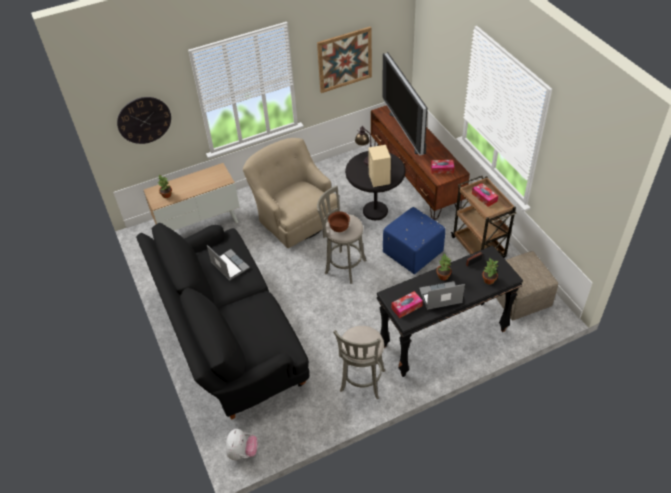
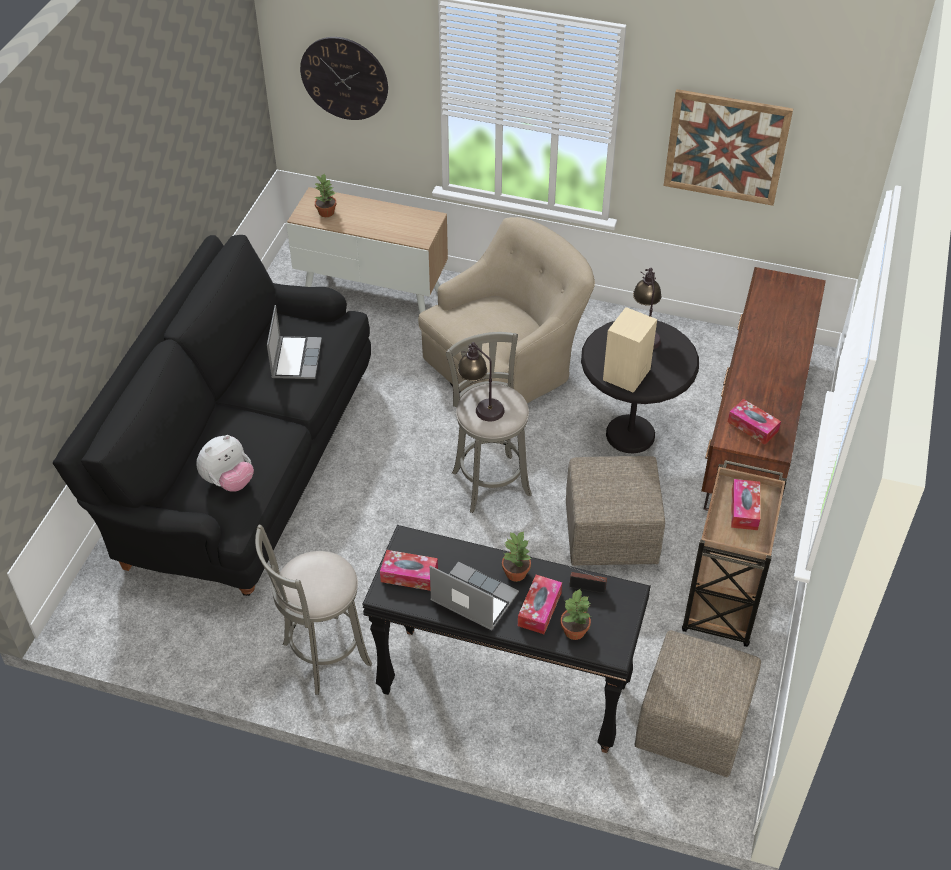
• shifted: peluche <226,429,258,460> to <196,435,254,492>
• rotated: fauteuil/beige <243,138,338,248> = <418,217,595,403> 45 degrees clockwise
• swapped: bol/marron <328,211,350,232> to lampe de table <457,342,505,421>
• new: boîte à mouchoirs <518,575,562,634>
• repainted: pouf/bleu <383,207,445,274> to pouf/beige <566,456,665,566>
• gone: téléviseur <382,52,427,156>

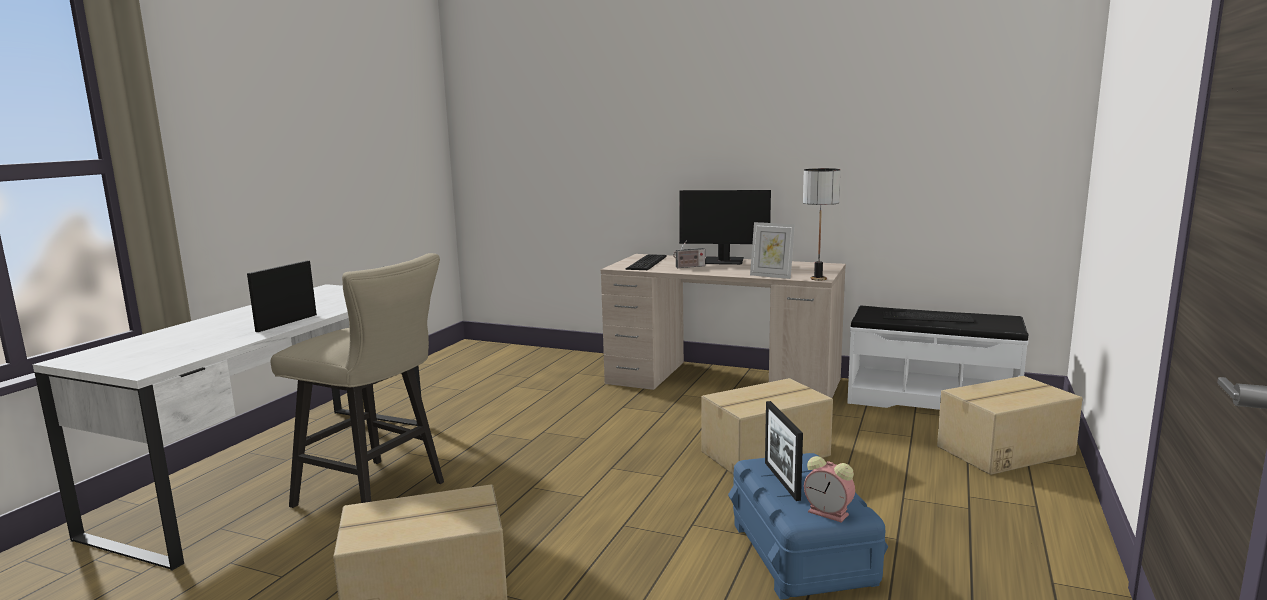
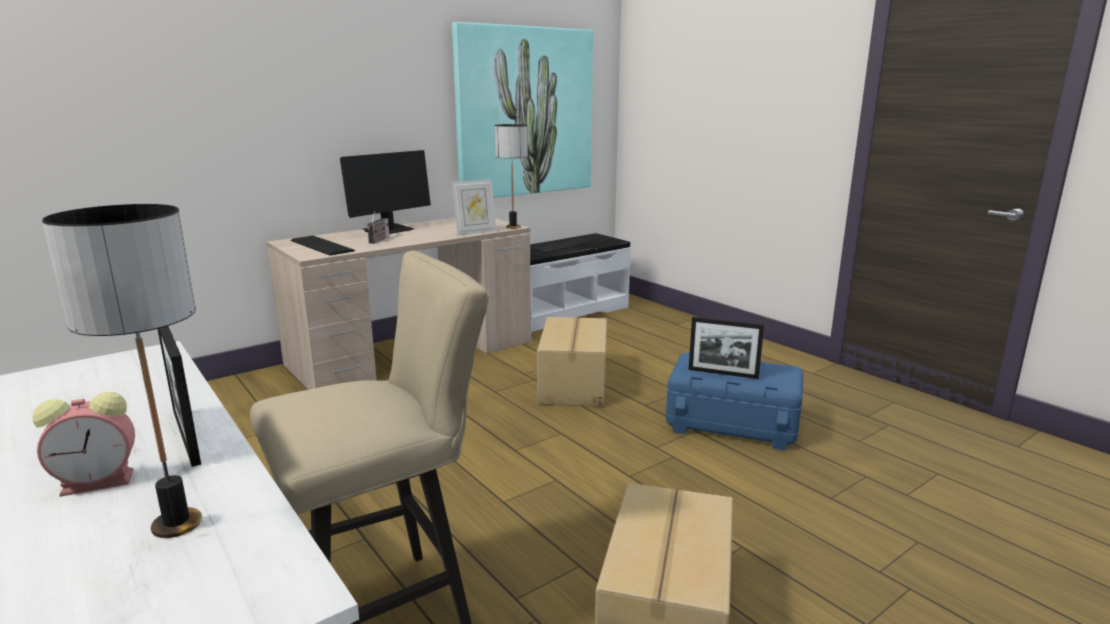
• shifted: réveil <804,456,855,523> to <33,392,135,497>
• new: lampe de table <42,204,202,538>
• new: tableau <452,22,593,198>
• gone: carton <937,376,1083,475>

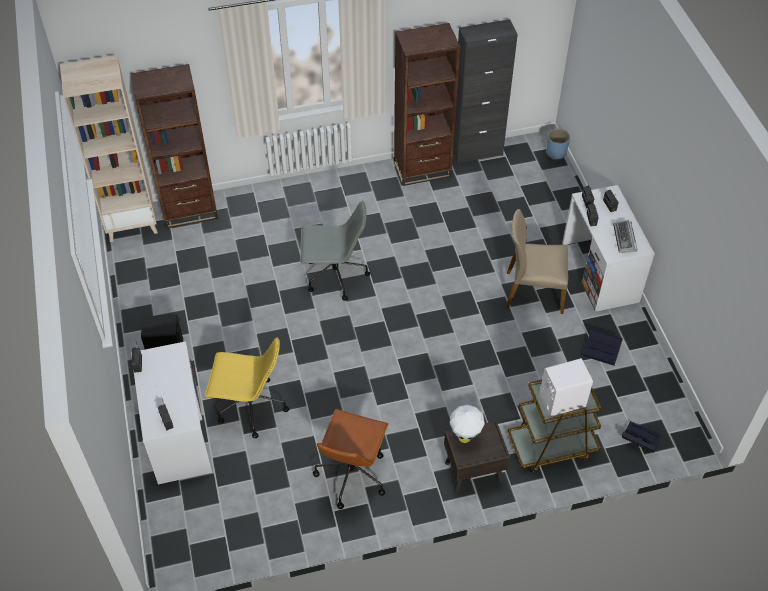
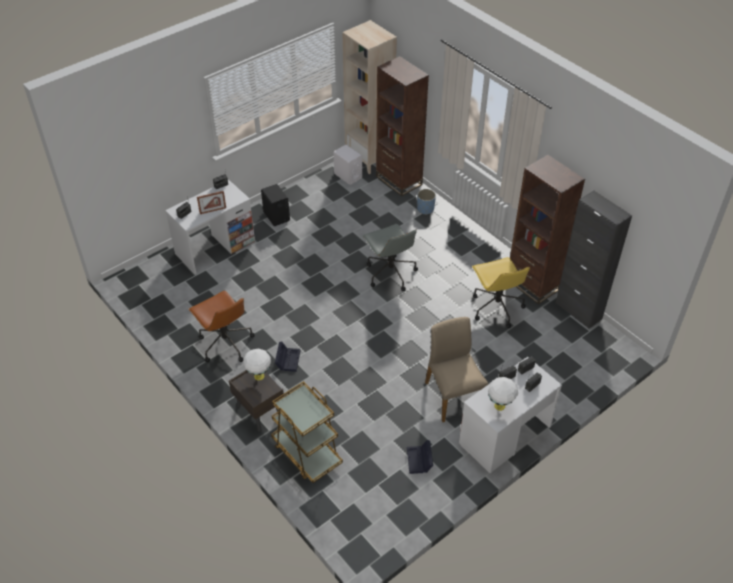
• rotated: chaise de bureau/marron <313,409,388,509> = <188,290,255,362> 120 degrees counterclockwise
• new: cadre photo <197,191,226,214>
• shifted: boîte de rangement/noir <622,421,662,453> to <275,341,300,372>
• shifted: enceinte/blanc <539,358,593,417> to <334,145,362,185>
• shifted: cache-pot/bleu <546,129,570,160> to <417,189,436,215>
• shifted: chaise de bureau/jaune <205,337,289,438> to <472,257,530,328>
• swapped: clavier <613,220,637,253> to lampe de table/blanc <488,377,518,411>

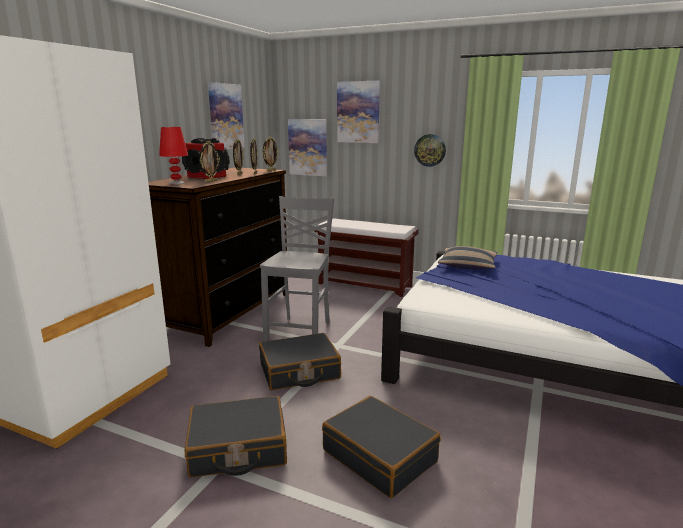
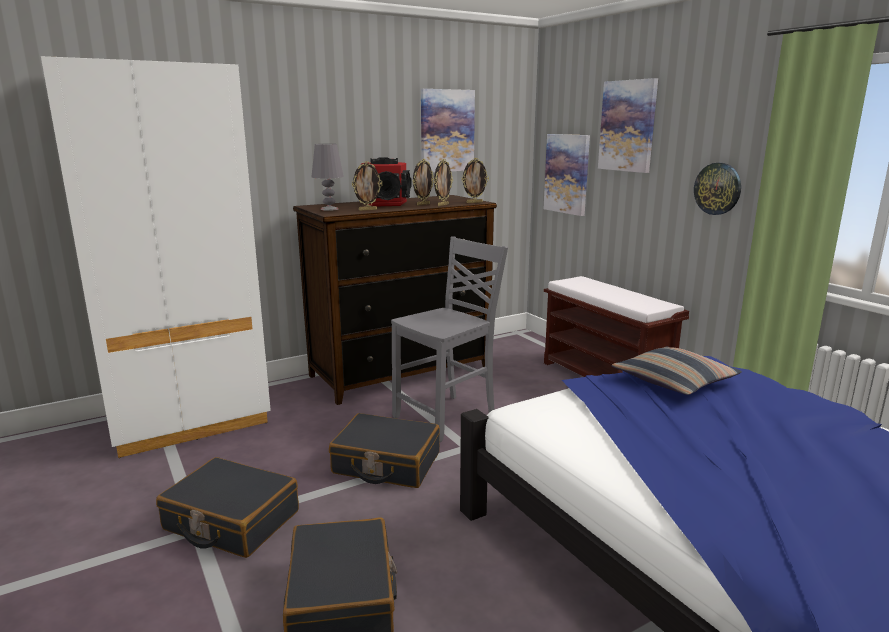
• repainted: lampe de table/rouge <159,127,188,185> to lampe de table/gris <312,144,344,211>

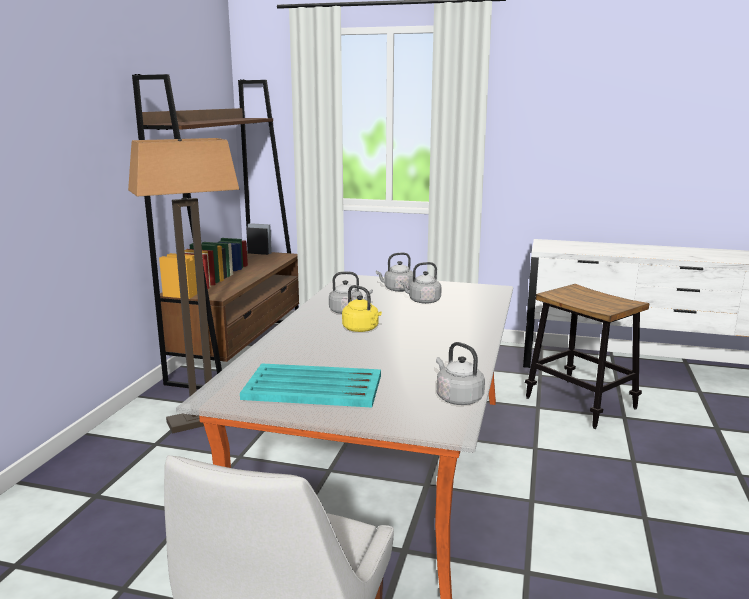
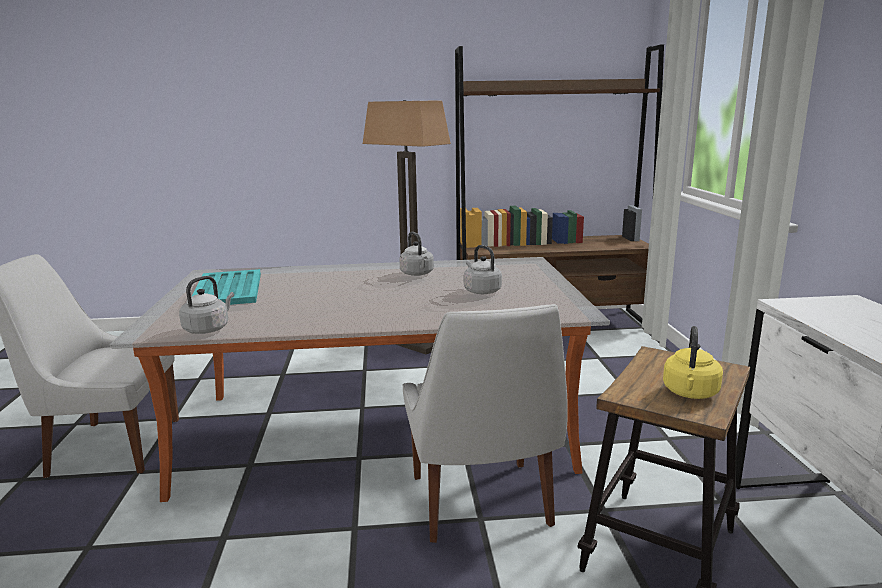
• new: chaise/blanc <402,304,568,543>
• shifted: bouilloire/jaune <342,285,382,332> to <663,326,723,399>
• gone: bouilloire/gris <376,252,413,292>

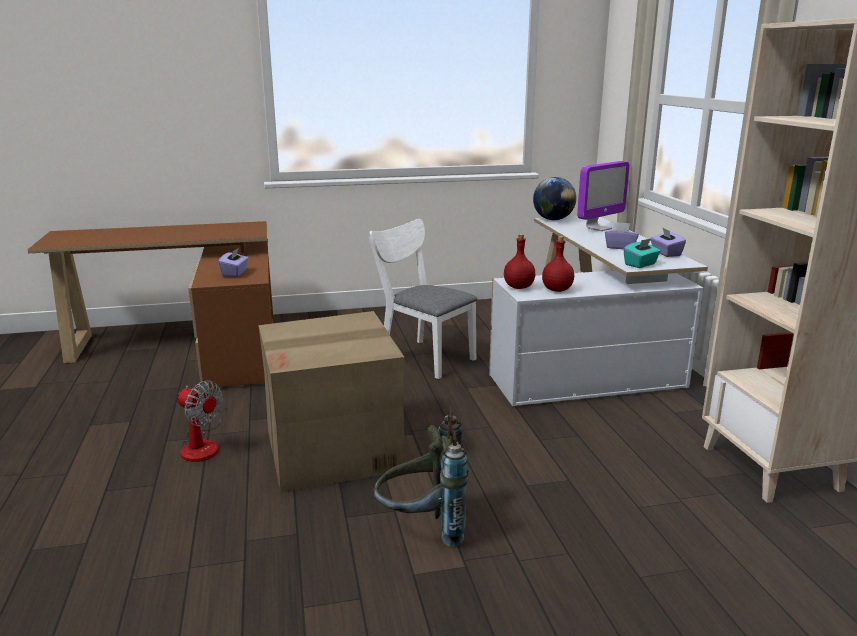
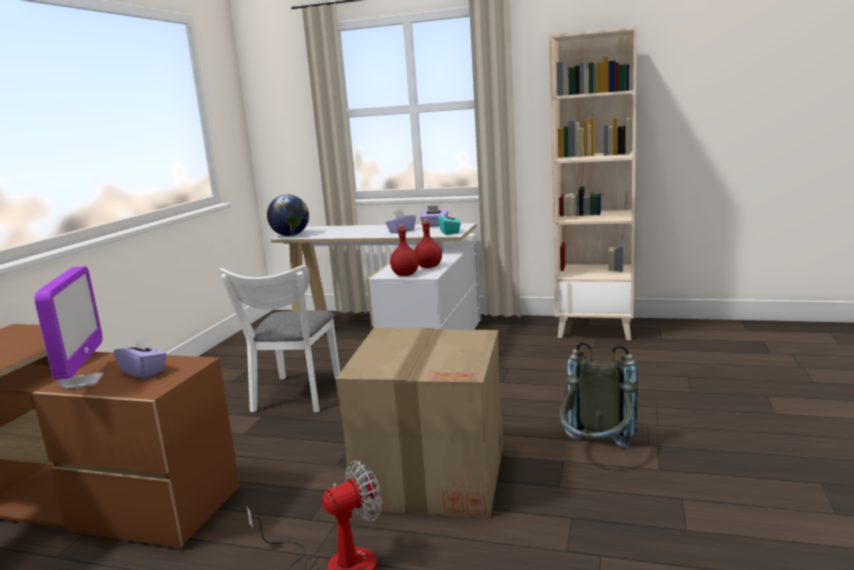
• shifted: écran d'ordinateur <577,161,629,231> to <34,266,103,389>
• rotated: chaise/blanc <369,219,477,379> = <219,265,340,412> 60 degrees counterclockwise

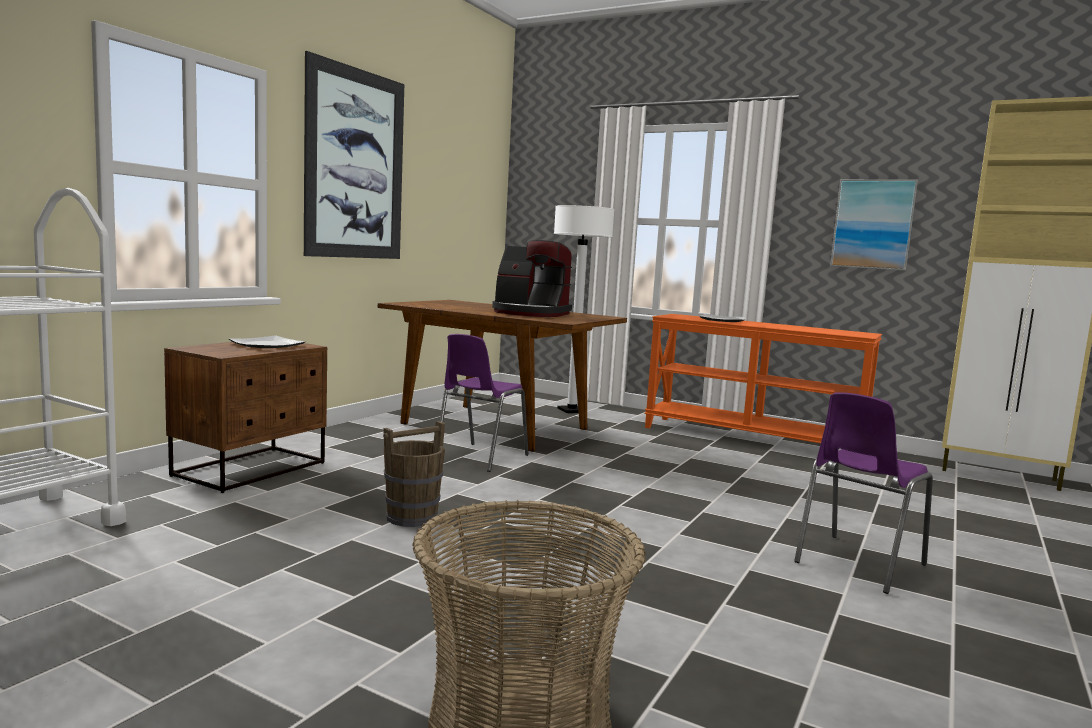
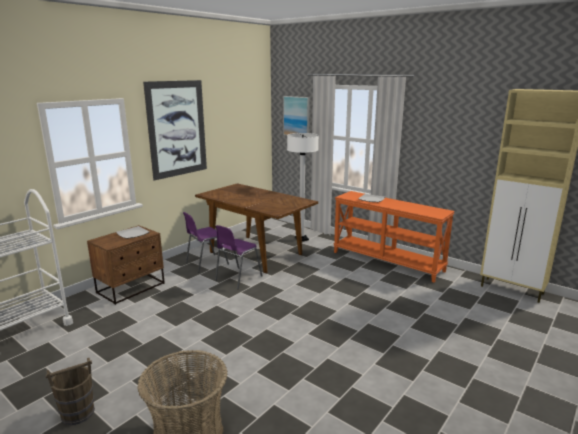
• shifted: seau/marron <383,421,445,527> to <45,358,95,425>
• shifted: chaise/violet <794,392,933,594> to <183,212,229,273>
• shifted: tableau <830,179,918,271> to <283,96,310,135>
• gone: machine à café <492,240,572,317>

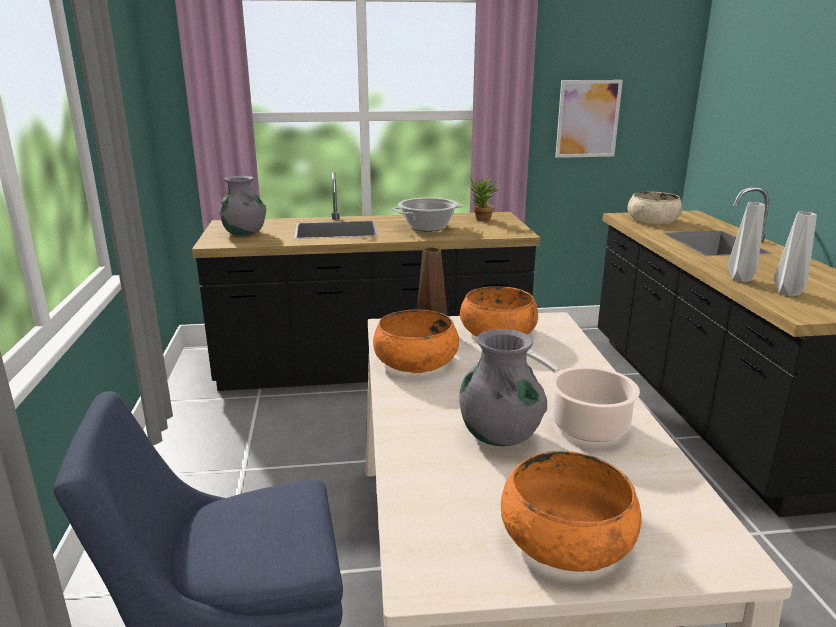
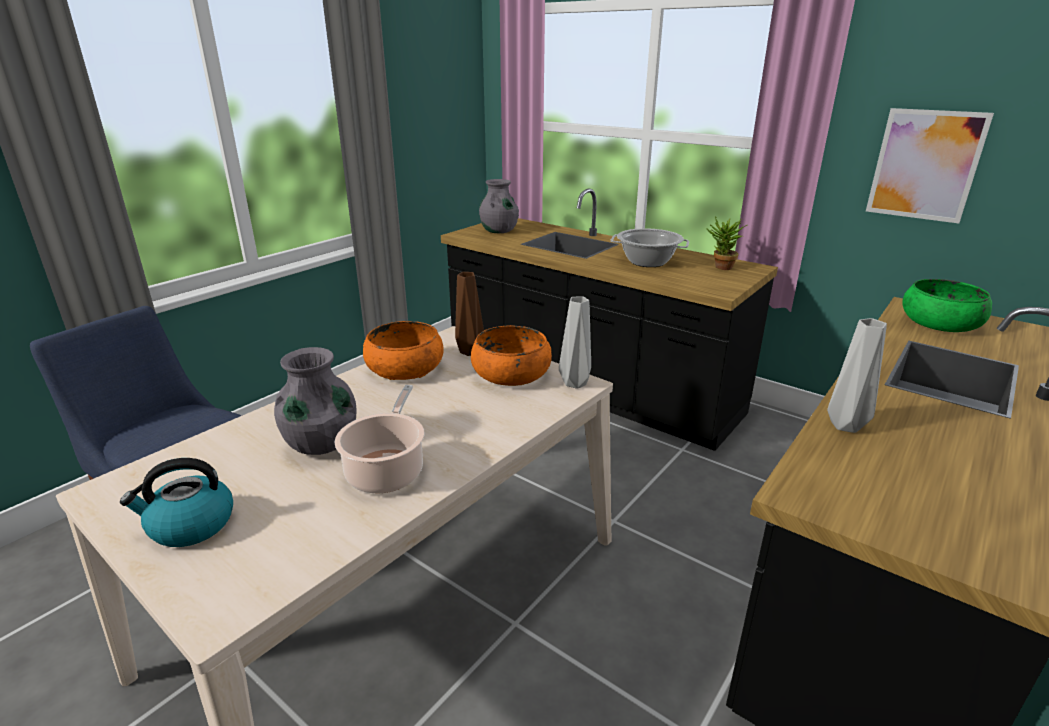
• swapped: bol/orange <501,451,642,572> to bouilloire <120,458,233,547>
• shifted: vase/gris <774,212,817,296> to <559,296,591,389>
• repainted: bol/beige <627,192,682,224> to bol/vert <902,279,992,332>

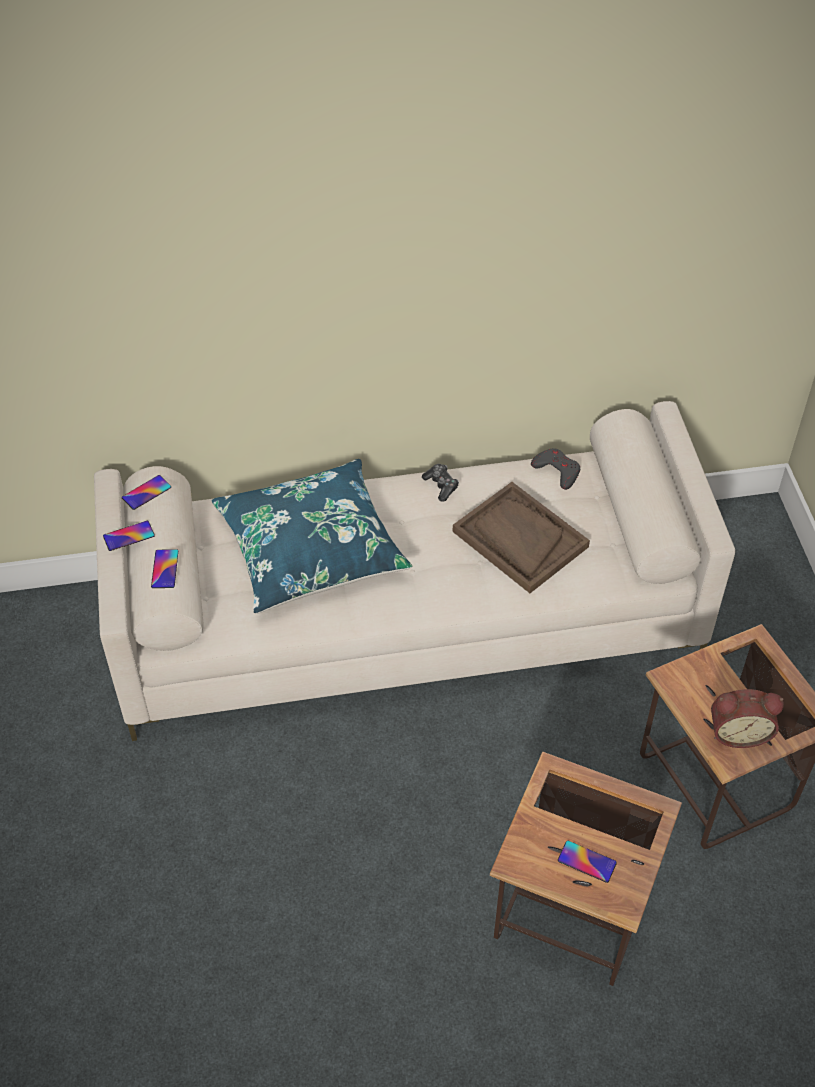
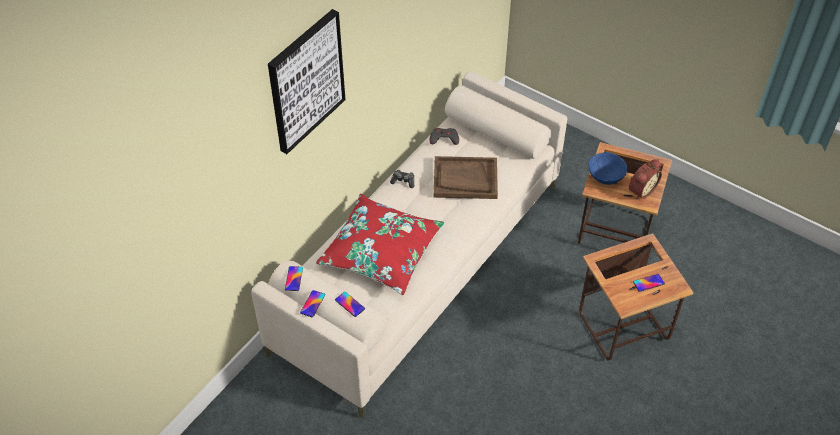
• new: tableau <268,9,345,154>
• repainted: coussin/bleu <212,459,412,614> to coussin/rouge <316,194,445,295>
• new: bol/bleu <588,152,627,185>

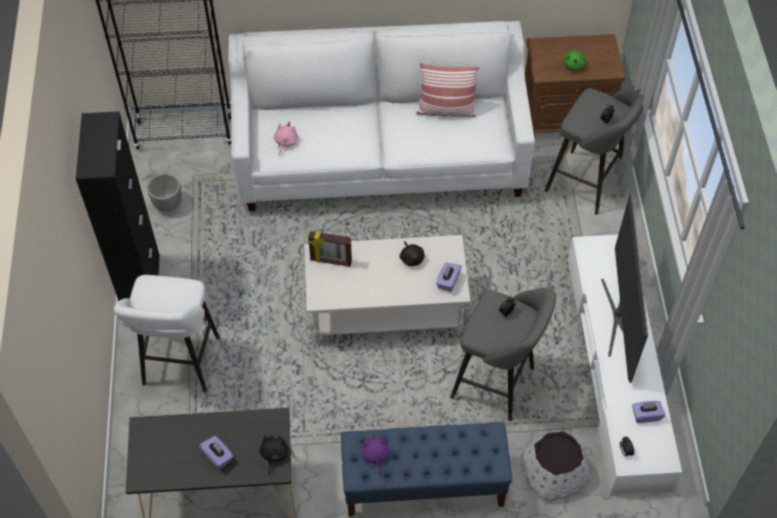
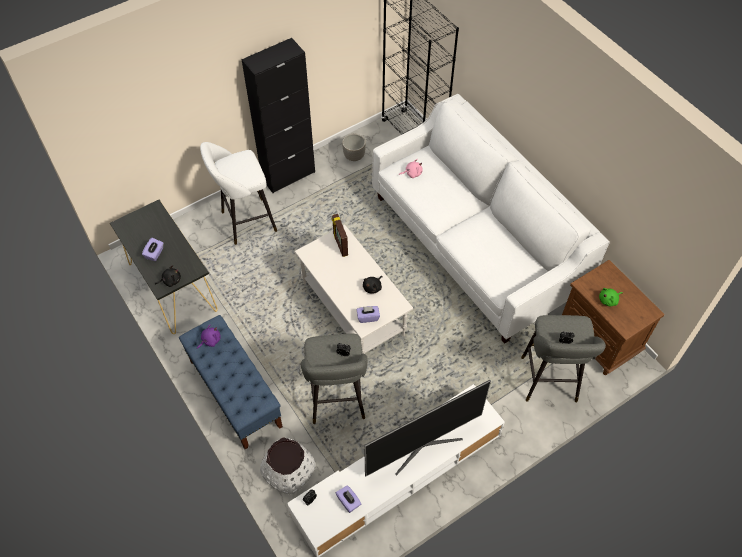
• gone: coussin <416,63,479,117>

